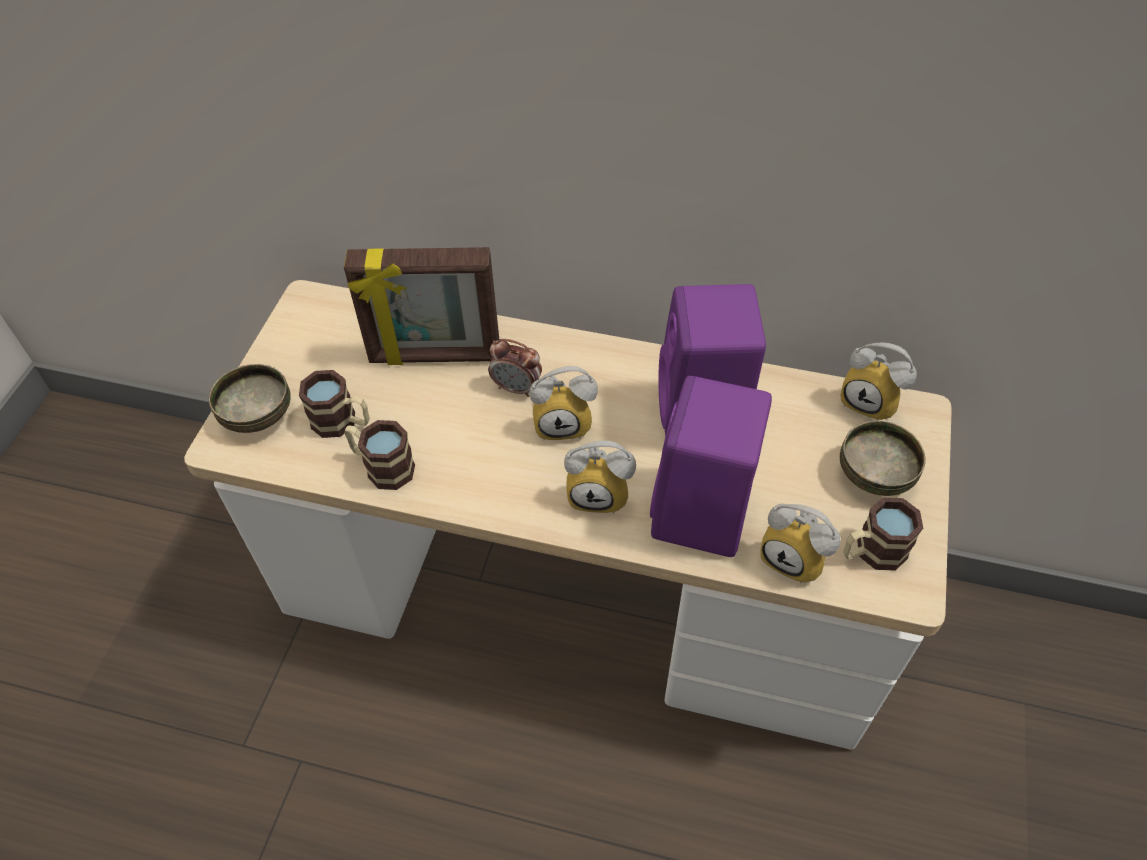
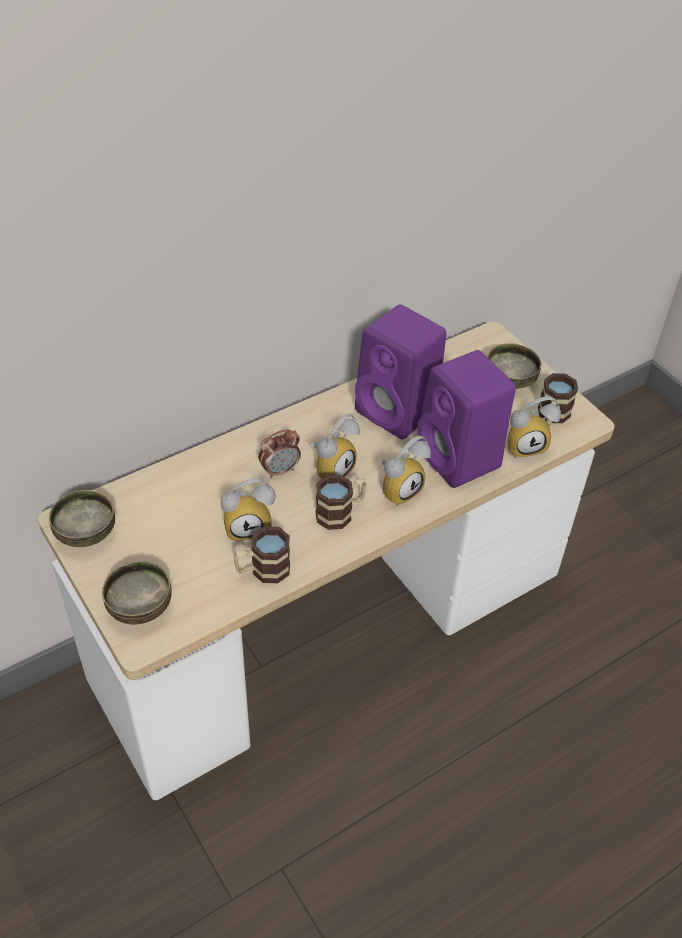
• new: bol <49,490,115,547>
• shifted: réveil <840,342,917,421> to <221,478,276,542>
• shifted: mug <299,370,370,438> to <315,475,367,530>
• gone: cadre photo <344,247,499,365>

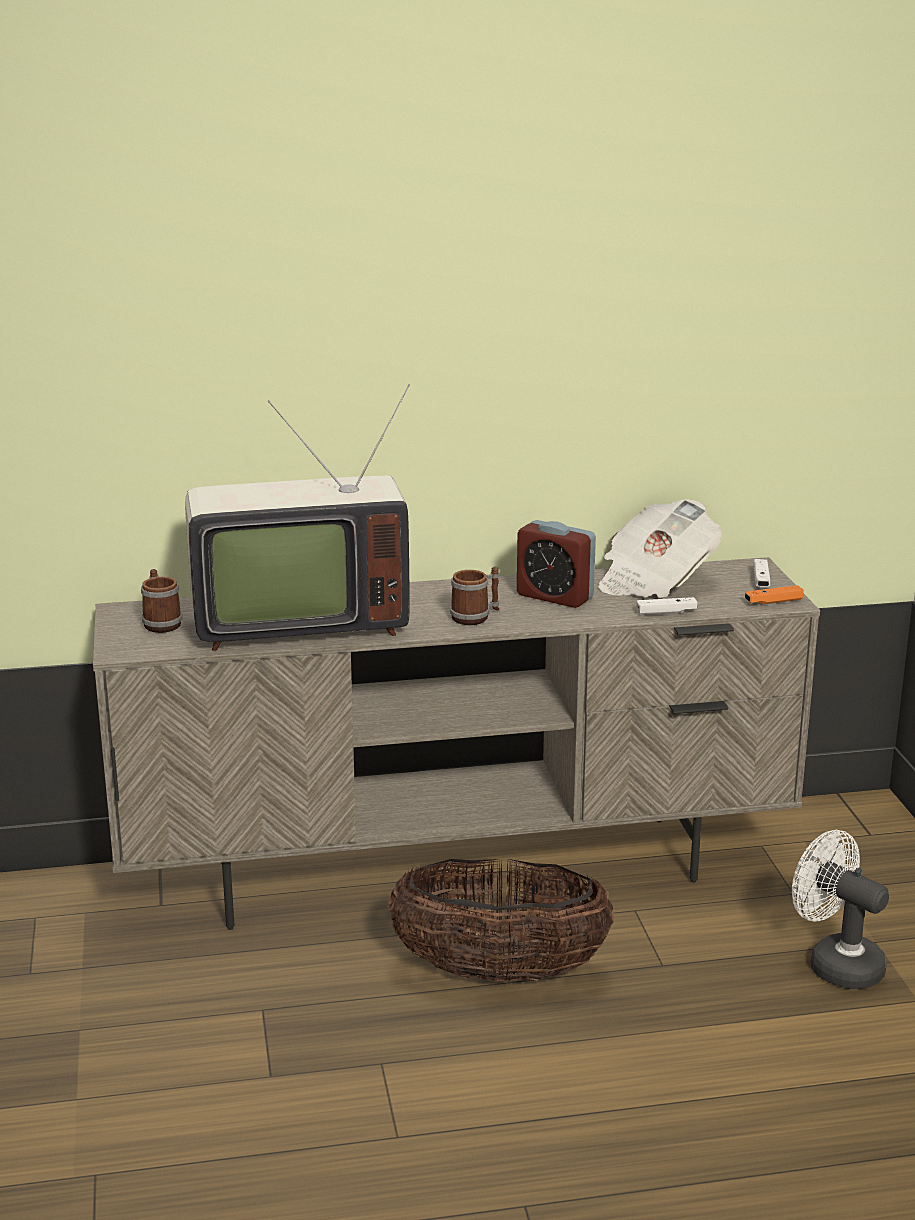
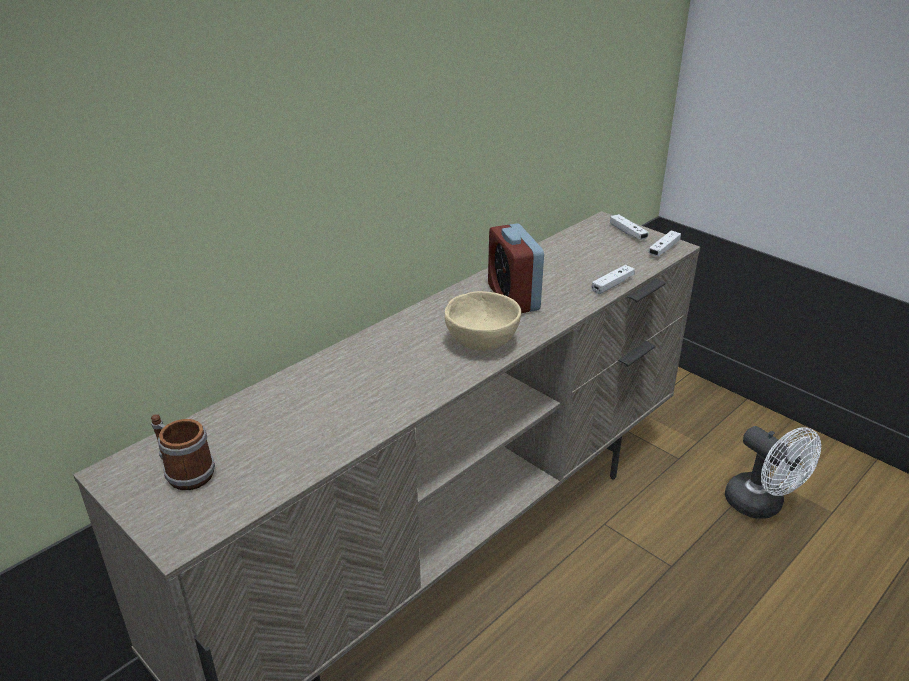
• swapped: mug <450,566,499,625> to bol/beige <445,291,521,351>
• rotated: réveil <517,520,596,608> = <488,223,544,313> 75 degrees clockwise
• repainted: manette/orange <745,585,804,605> to manette/blanc <648,231,681,256>
• rotated: ventilateur/blanc <792,830,889,989> = <725,426,821,519> 135 degrees counterclockwise
• gone: téléviseur <185,384,410,651>
• gone: panier <387,859,614,982>
• gone: journal <598,499,722,598>

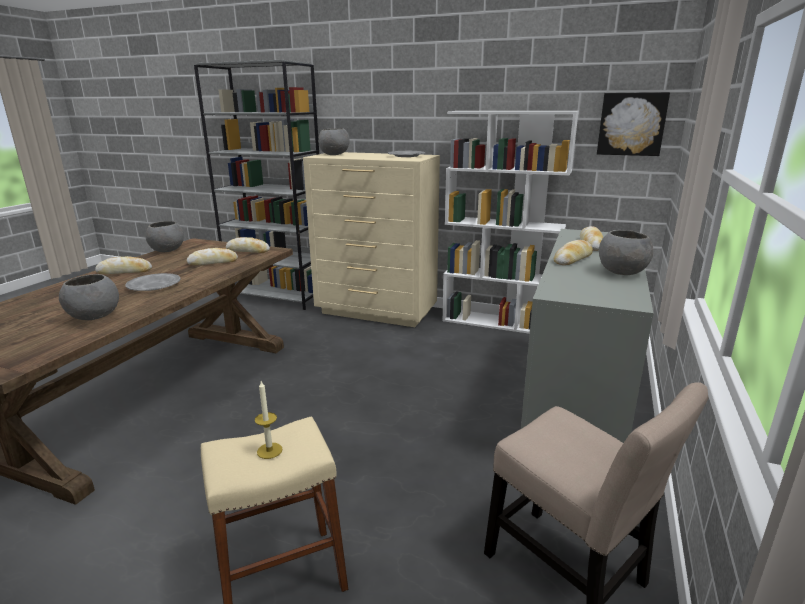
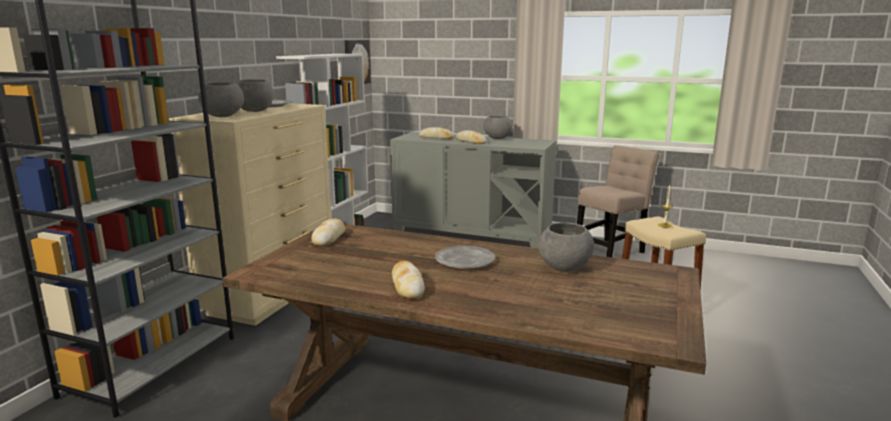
• shifted: bol/gris <146,221,184,252> to <236,79,274,112>
• gone: pain <187,248,238,266>

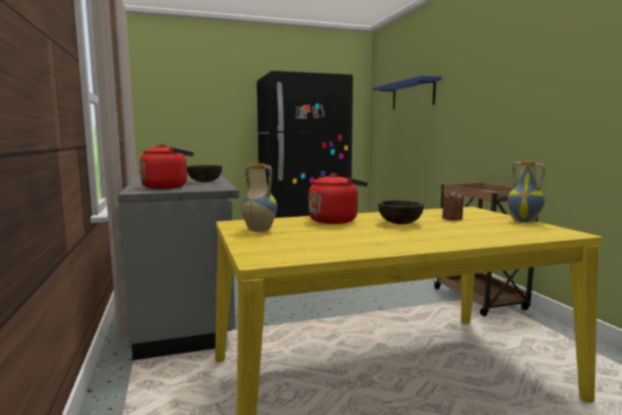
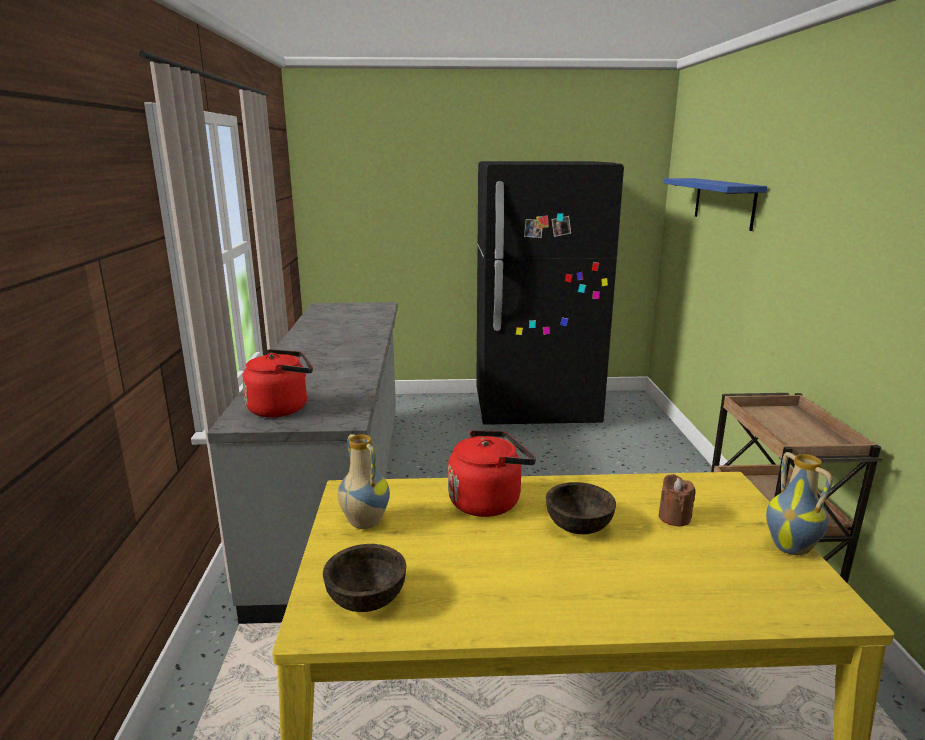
• shifted: bol/marron <187,165,222,182> to <323,544,406,612>

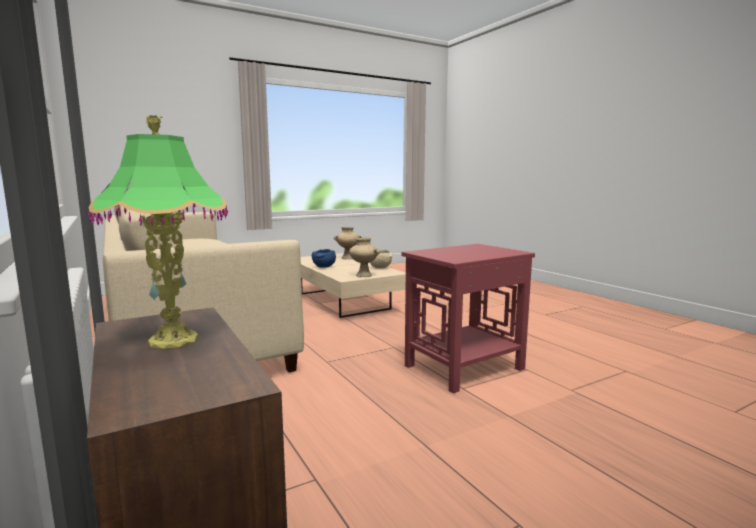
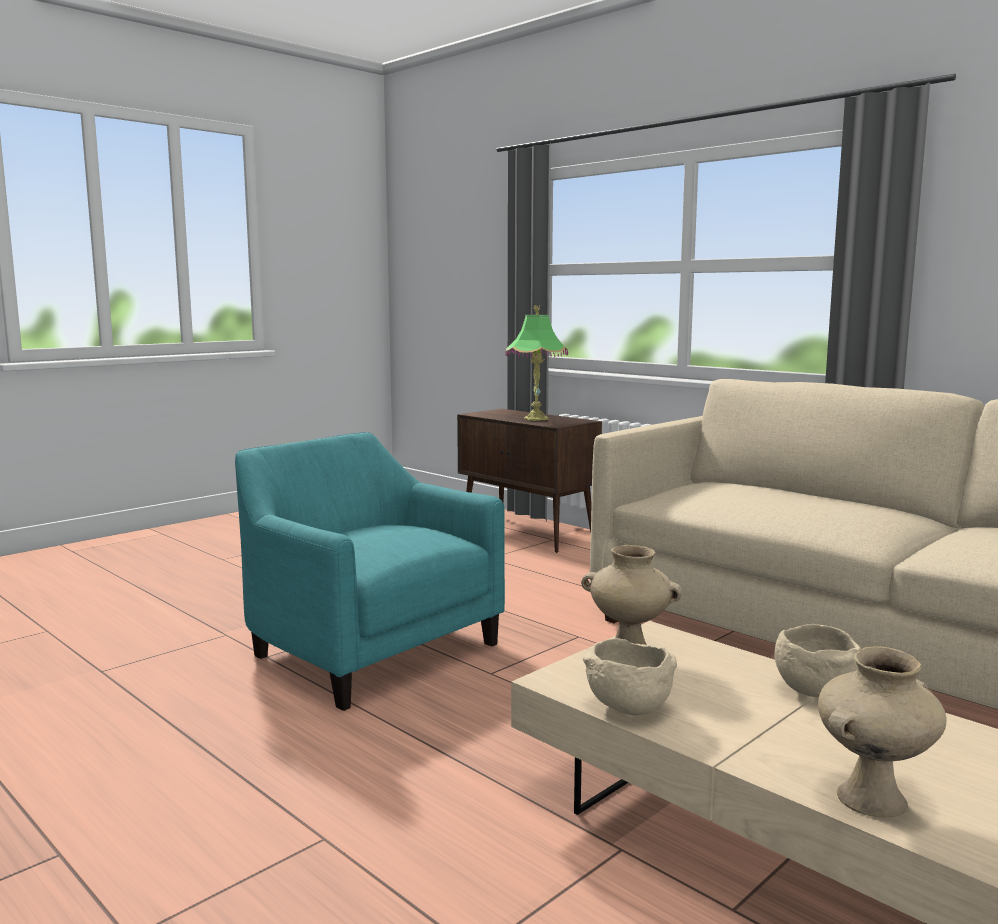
• swapped: table d'appoint/rouge <402,244,535,393> to fauteuil/turquoise <235,432,505,711>
• repainted: bol/bleu <312,249,336,268> to bol/beige <774,624,861,697>

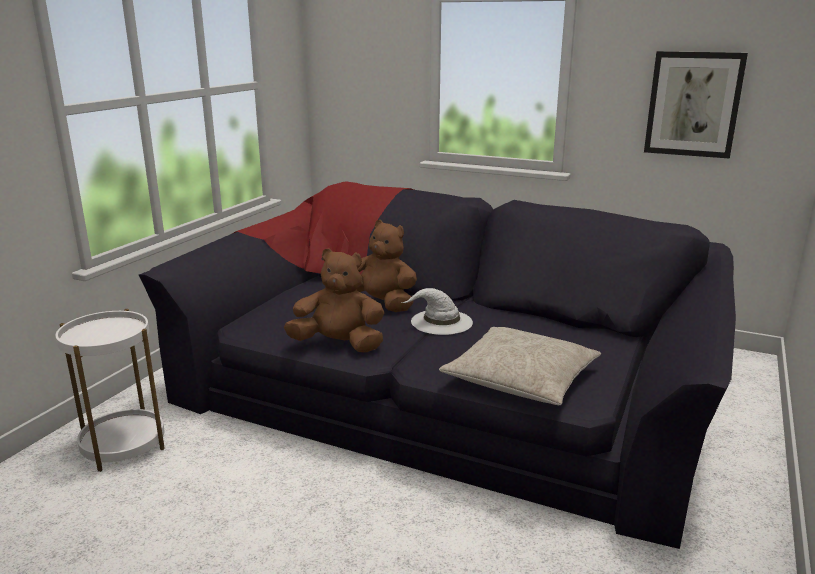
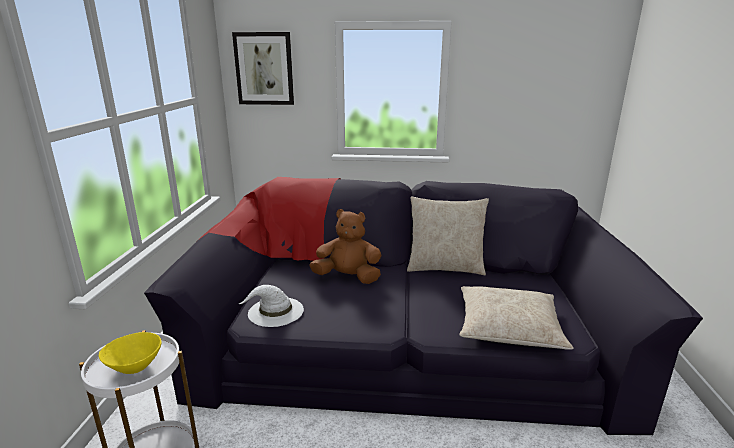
• new: bol/jaune <99,332,162,374>
• shifted: tableau <644,51,748,159> to <232,32,294,105>
• shifted: chapeau/blanc <402,288,473,335> to <239,285,304,327>
• new: coussin/beige <407,197,489,275>
• gone: peluche/marron <284,248,385,353>

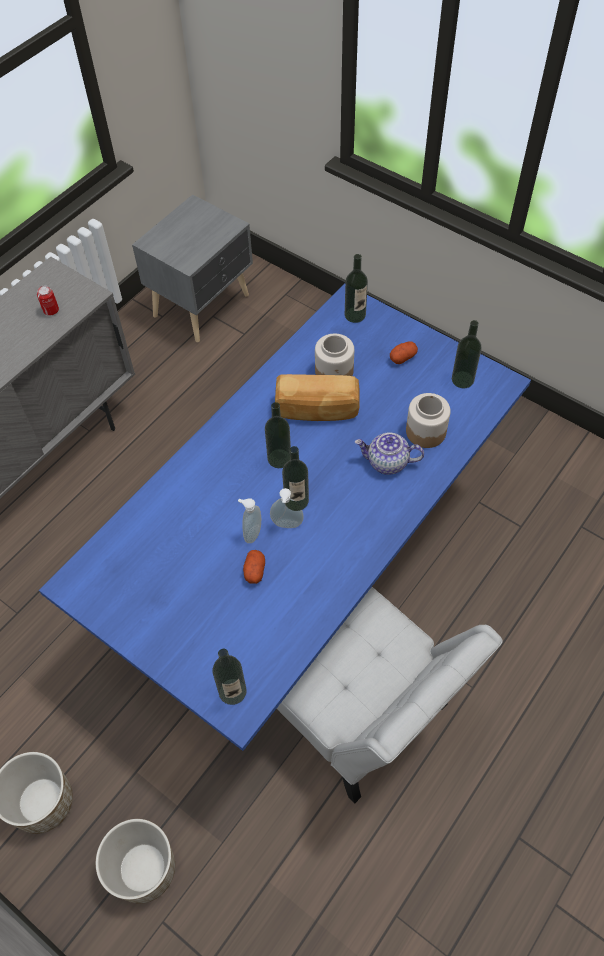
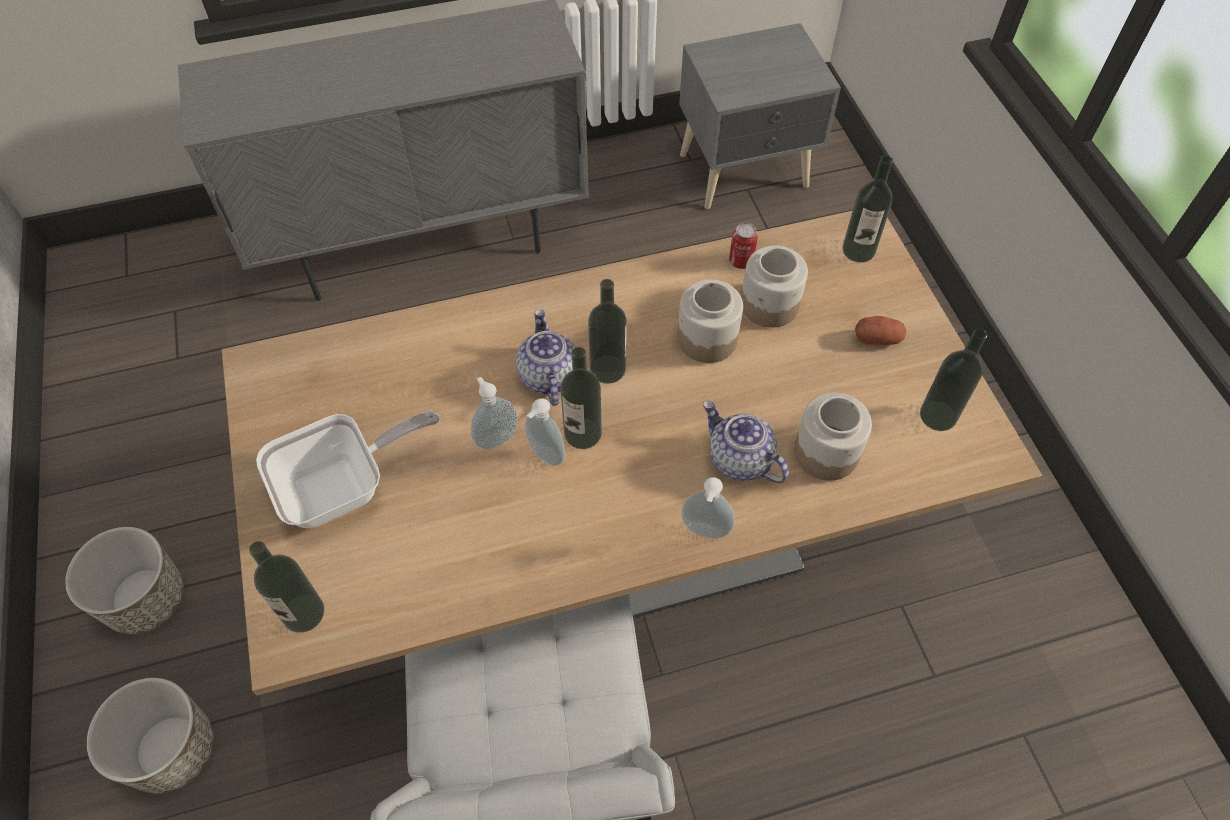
• repainted: table à manger/bleu <39,284,531,751> to table à manger/beige <222,211,1042,695>
• new: poêle <256,411,440,528>
• new: théière <516,309,575,406>
• swapped: pain <275,374,359,421> to bocal <677,280,743,363>
• new: distributeur de savon <681,477,735,539>
• shifted: boîte métallique <37,285,59,316> to <729,223,758,269>
• gone: pomme de terre <243,550,265,584>

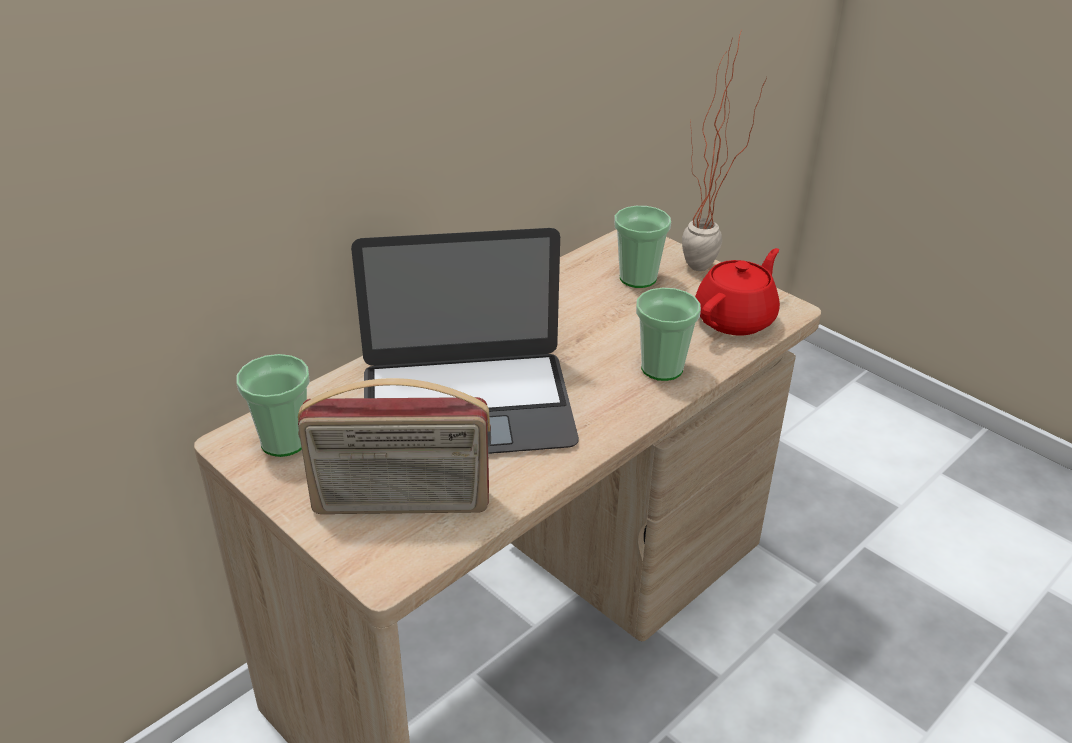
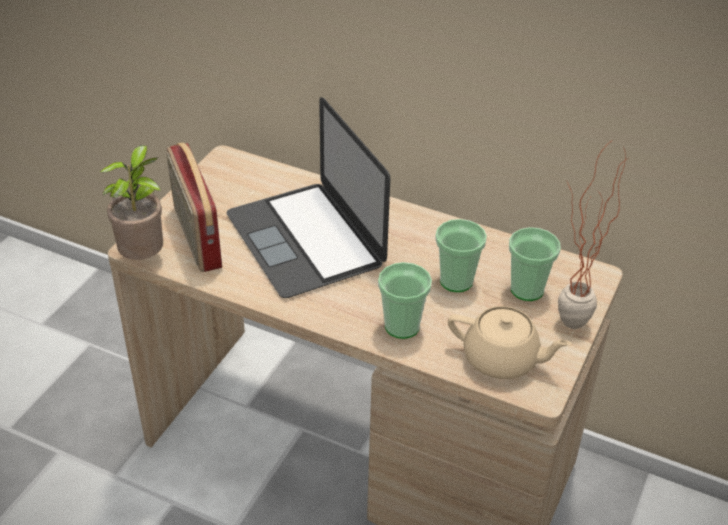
• new: plante en pot <99,145,163,260>
• shifted: tasse <236,354,310,457> to <435,219,487,292>
• repainted: théière/rouge <695,248,780,336> to théière/beige <448,306,572,379>

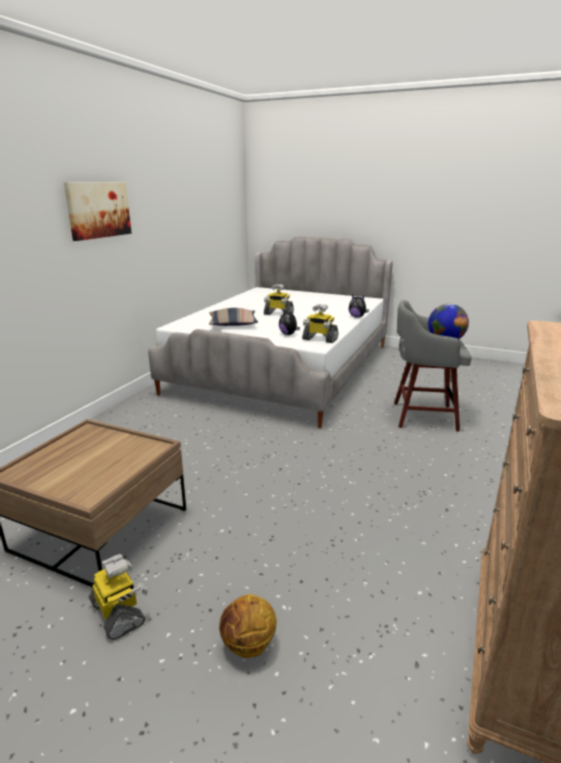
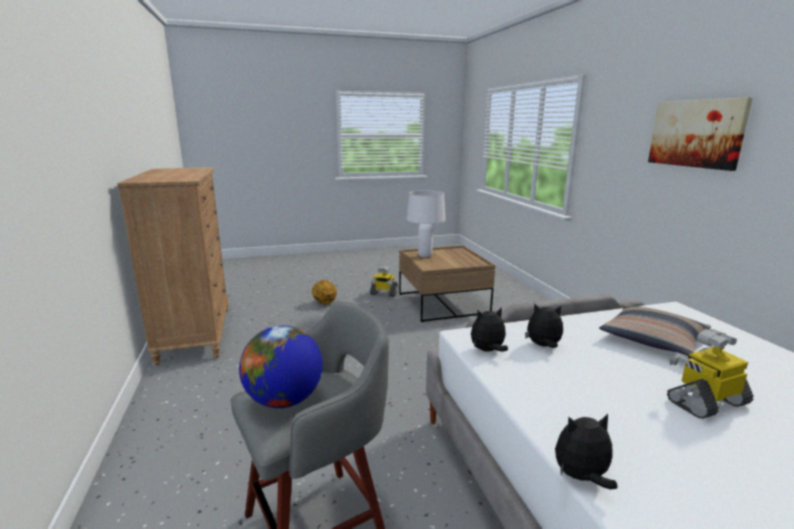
• new: lampe de table/blanc <407,191,446,257>
• swapped: robot jouet <302,304,338,343> to peluche <471,307,508,352>

